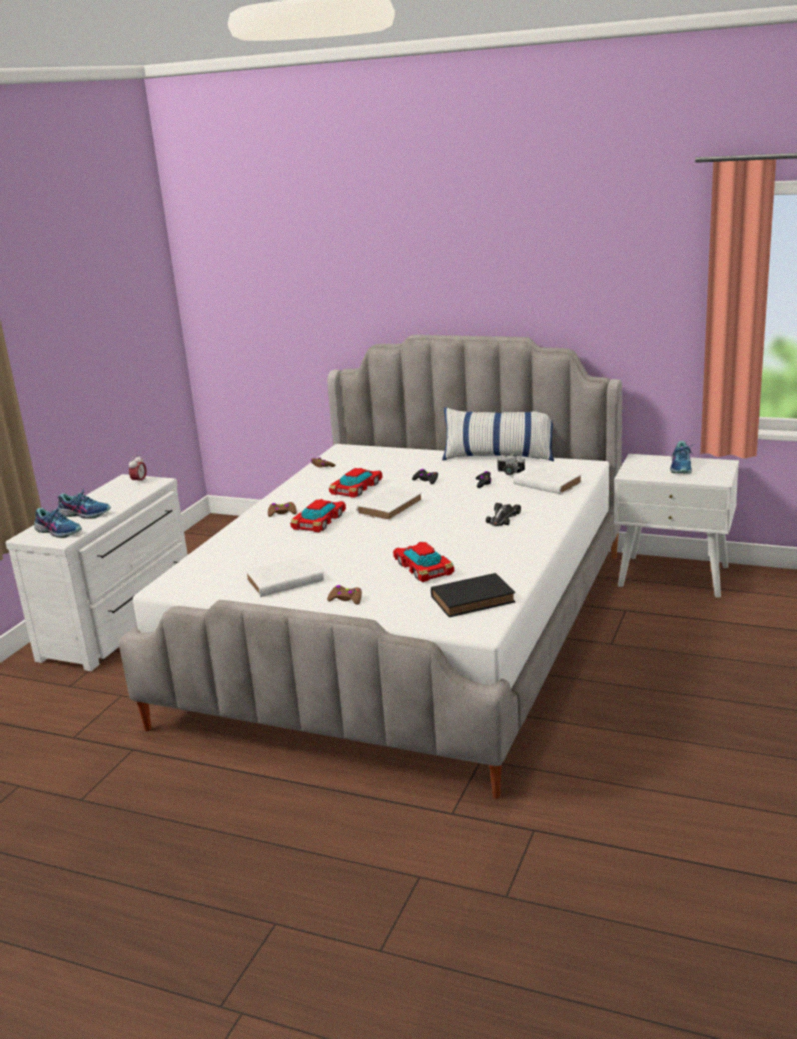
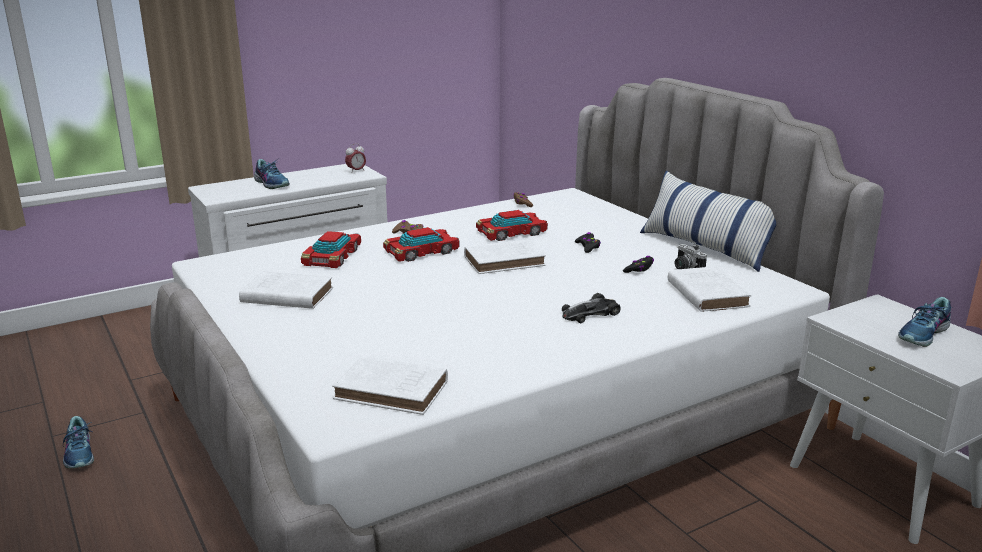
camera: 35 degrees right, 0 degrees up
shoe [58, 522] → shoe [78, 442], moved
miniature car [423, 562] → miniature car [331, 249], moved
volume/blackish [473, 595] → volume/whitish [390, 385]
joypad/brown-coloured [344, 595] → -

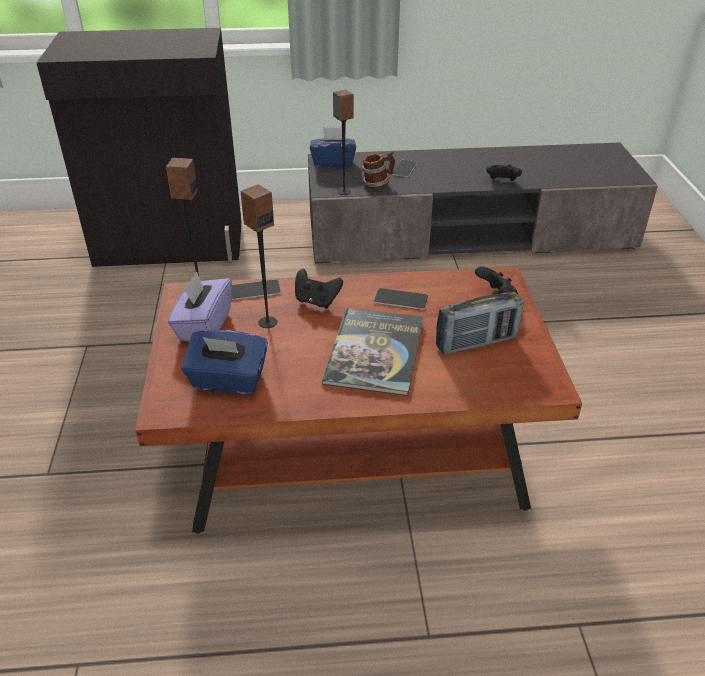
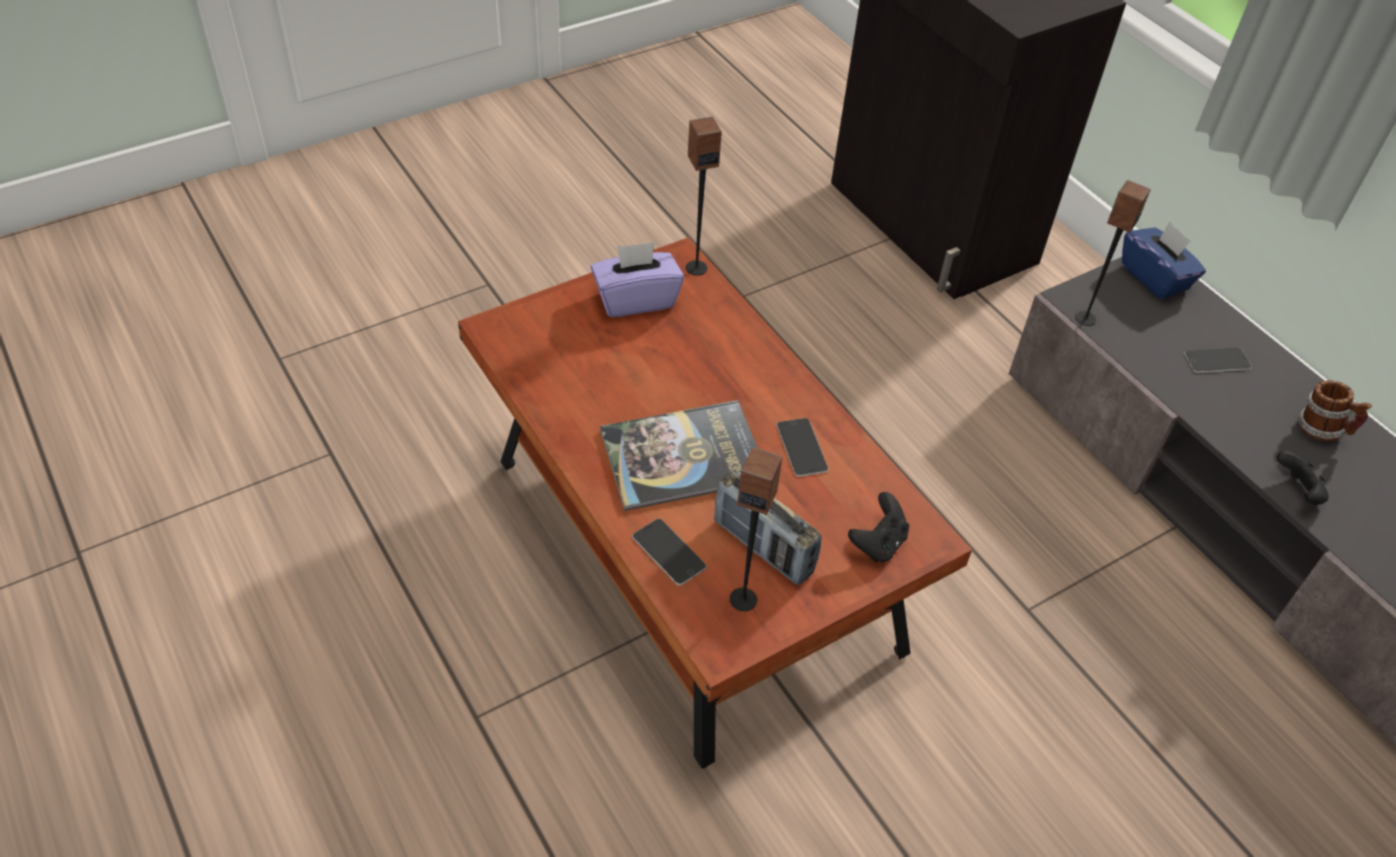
camera: 60 degrees right, 10 degrees up
telephone [256, 289] → telephone [669, 552], moved
speaker [258, 256] → speaker [756, 529], moved
tea mug [378, 170] → tea mug [1335, 410], moved
box of tissues/bluish [224, 362] → -
joypad/blackish [319, 288] → -

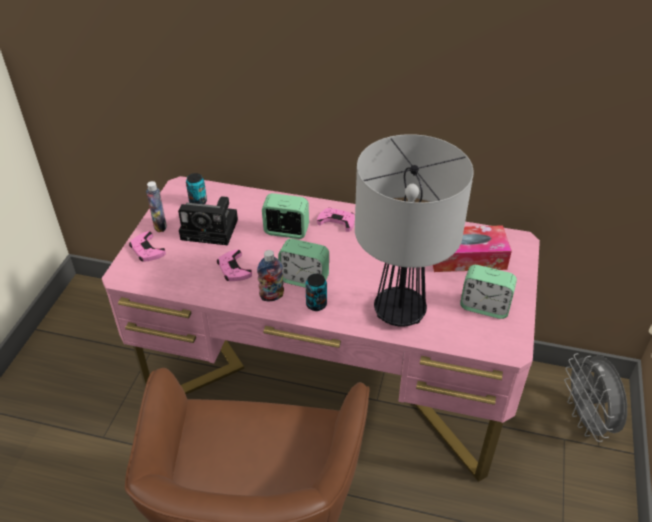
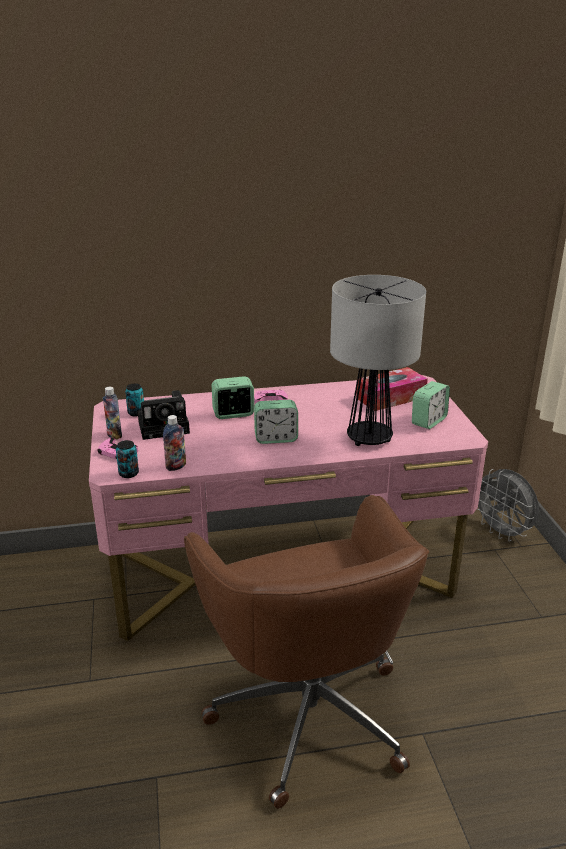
camera: 25 degrees left, 15 degrees down
sealed can [316, 292] → sealed can [127, 459], moved
drink bottle [270, 275] → drink bottle [174, 443], moved
table clock [488, 292] → table clock [431, 405], 45 degrees counterclockwise
joypad/pinkish [234, 265] → -

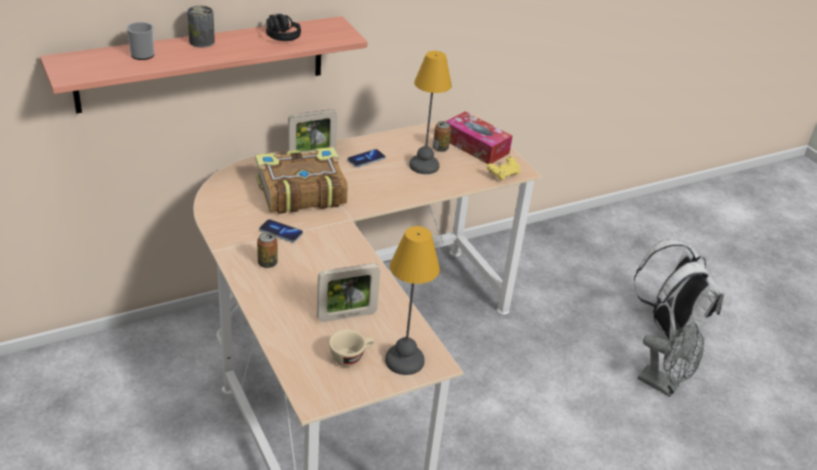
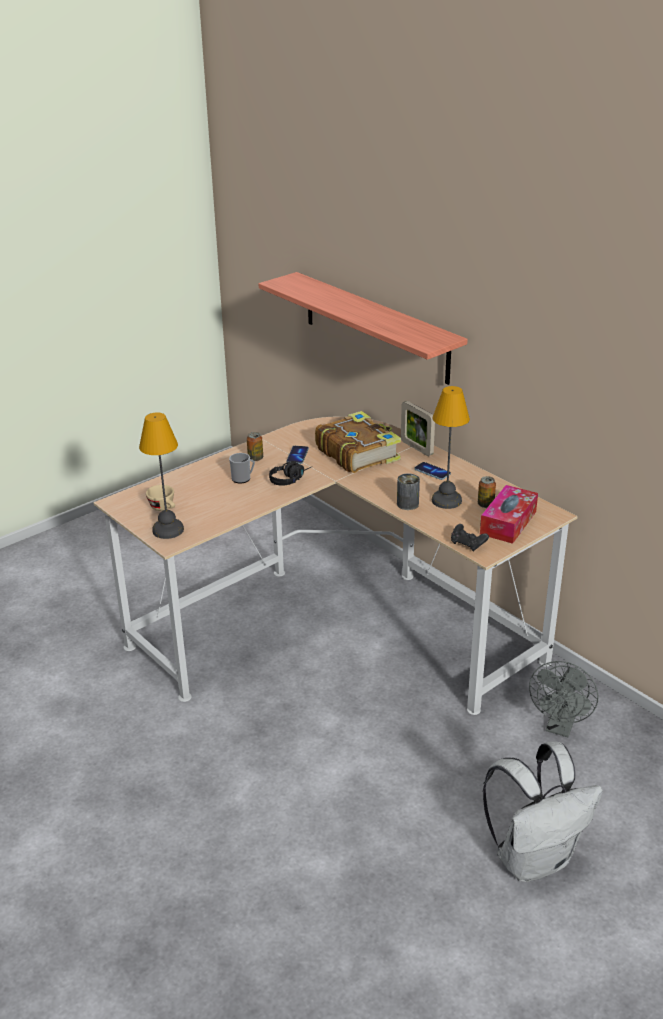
camera: 80 degrees right, 5 degrees down
tea mug [140, 41] → tea mug [242, 468], moved
headphones/blackish [283, 27] → headphones/blackish [291, 474], moved
sealed can [201, 27] → sealed can [408, 491], moved
joypad/yellowish [503, 168] → joypad/blackish [470, 537]
fan/grey [671, 360] → fan/grey [564, 699], moved
standing frame [348, 292] → -

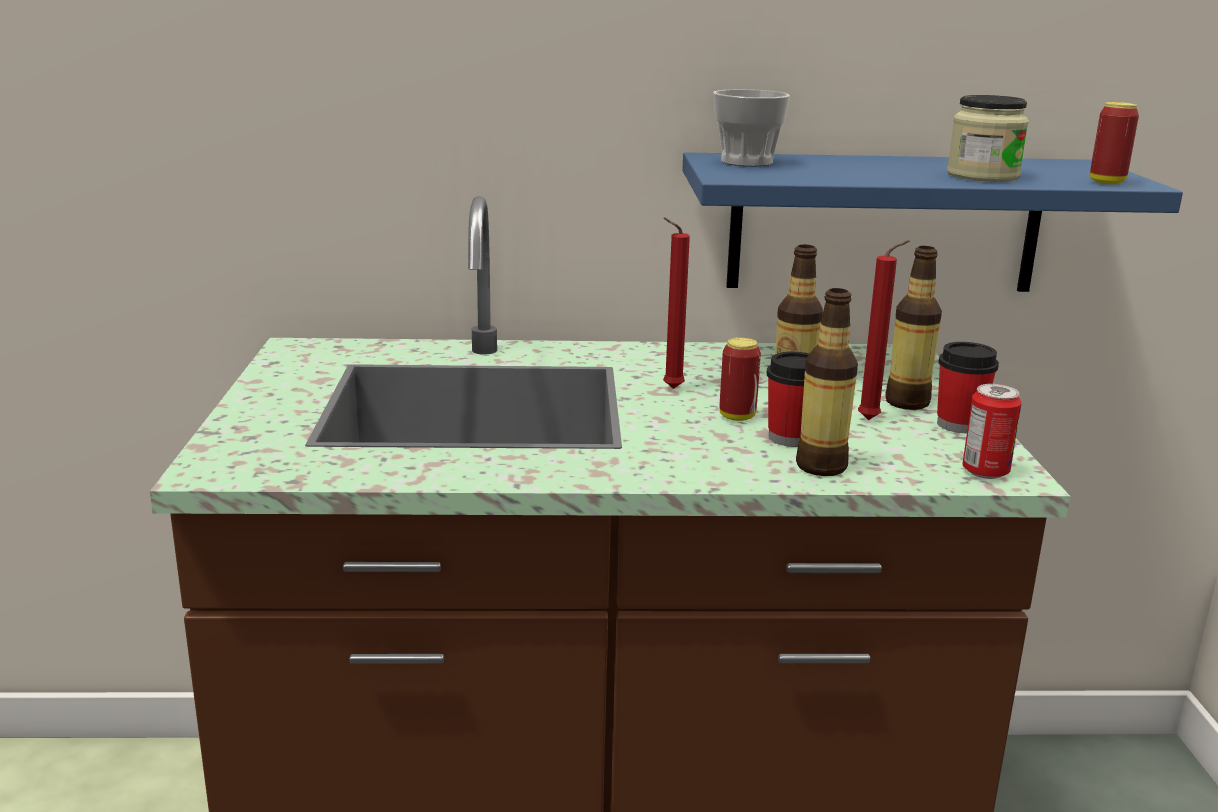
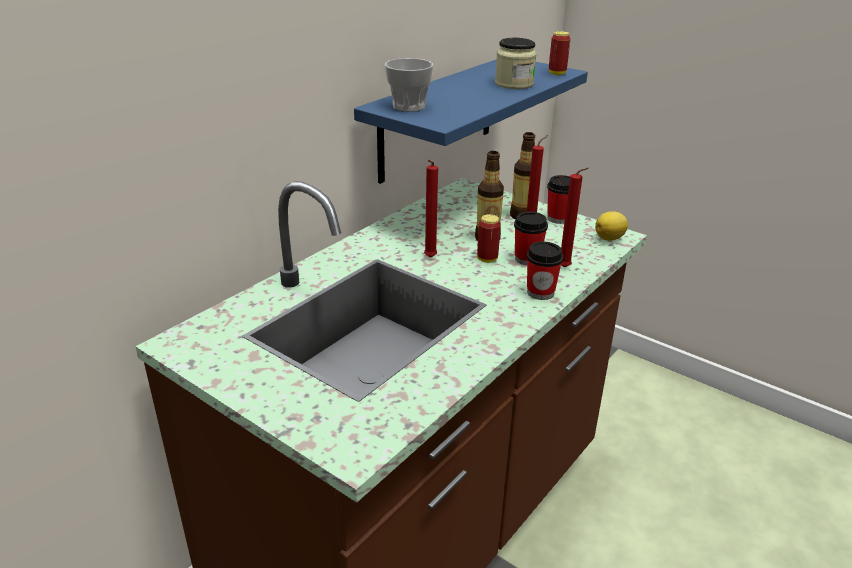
camera: 50 degrees left, 10 degrees up
- → cup [544, 271]
drink bottle [827, 382] → wax candle/reddish [575, 217]
sealed can [992, 431] → lemon [611, 226]

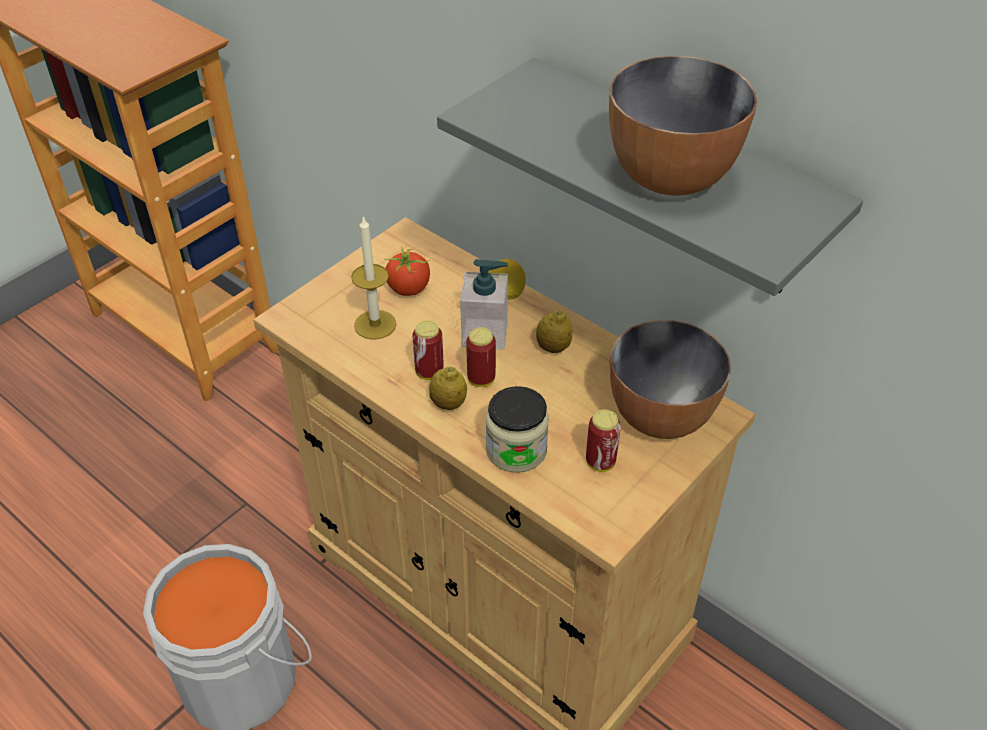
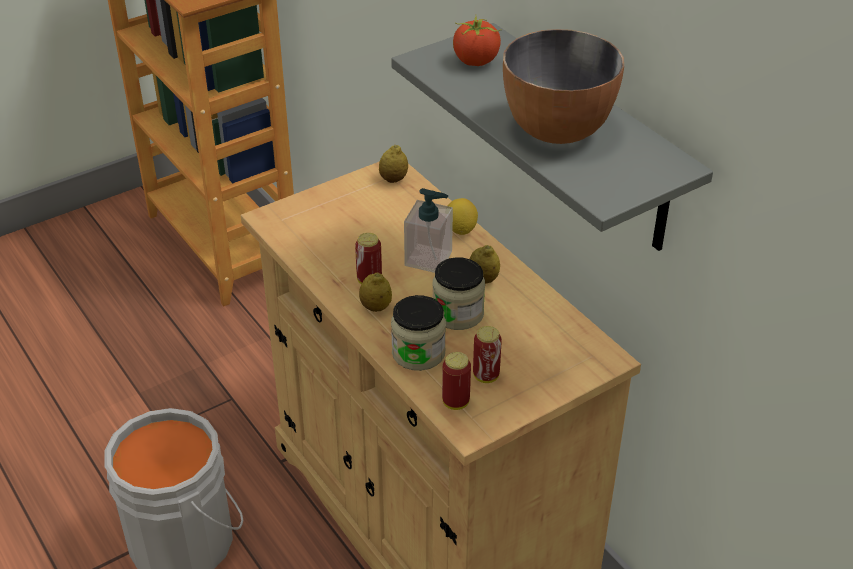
camera: 15 degrees right, 5 degrees down
- → lemon [393, 164]
- → storage jar [459, 293]
sealed can [481, 357] → sealed can [456, 381], moved
whole tomato [407, 271] → whole tomato [477, 41], moved
wax candle [373, 278] → -
bowl [670, 379] → -

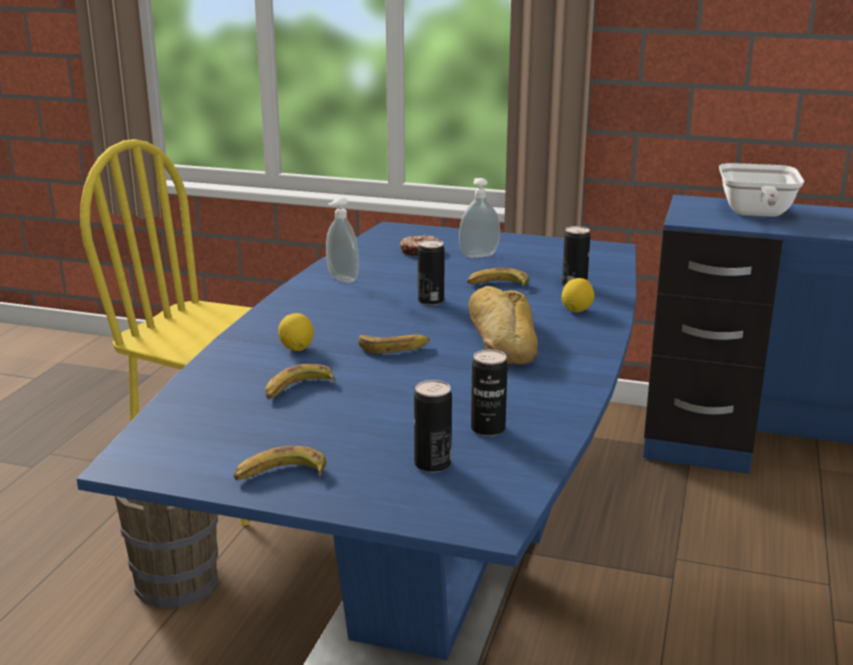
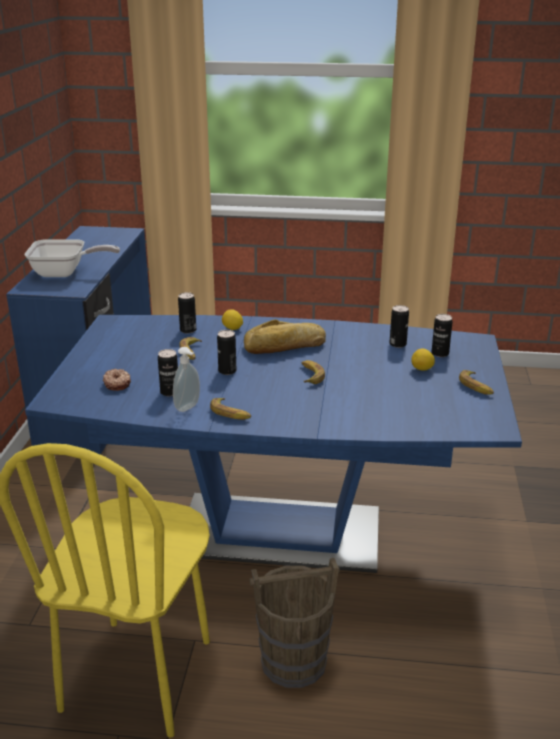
camera: 100 degrees left, 5 degrees up
- → sealed can [168, 372]
banana [300, 381] → banana [230, 409], moved
lemon [296, 332] → lemon [423, 359], moved
soap bottle [479, 218] → -

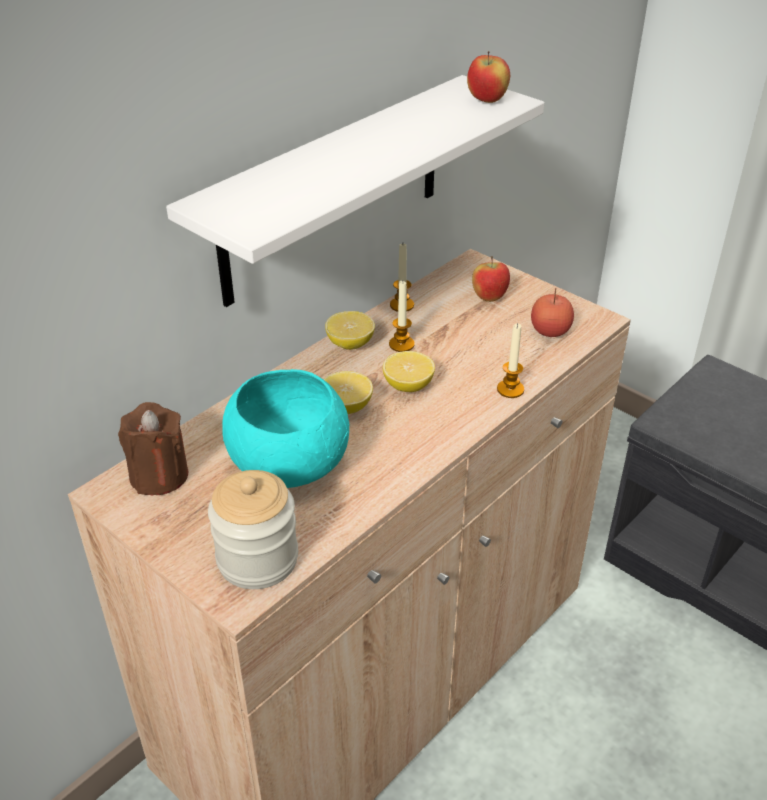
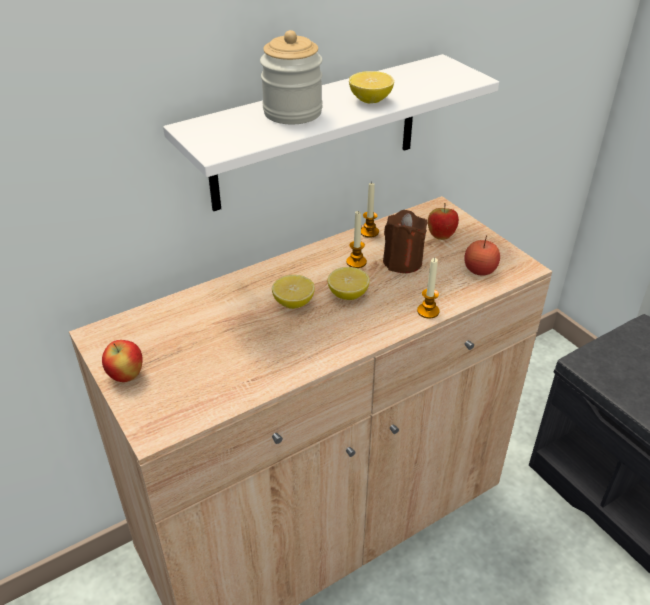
camera: 15 degrees right, 0 degrees up
whole apple [488, 77] → whole apple [122, 361], moved
storage jar [253, 529] → storage jar [291, 77], moved
lemon [350, 330] → lemon [371, 87], moved
wax candle/brown-coloured [153, 448] → wax candle/brown-coloured [405, 241], moved
bowl/blue-green [285, 428] → -

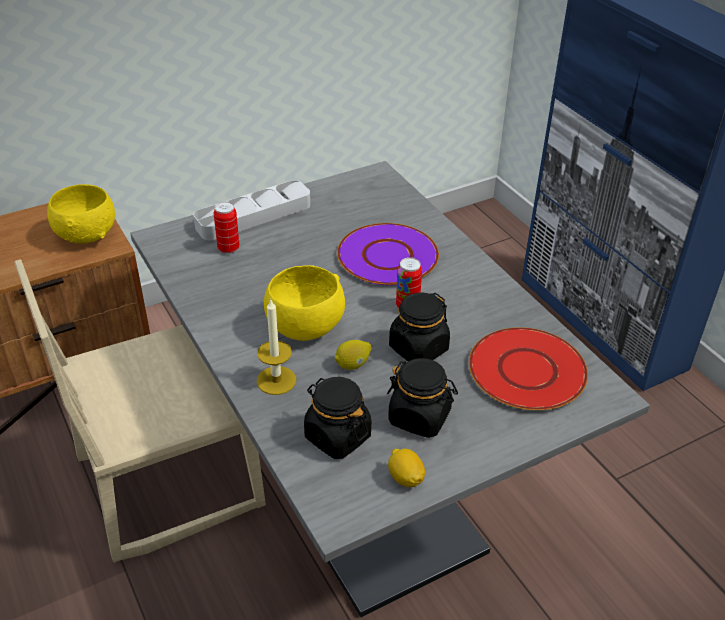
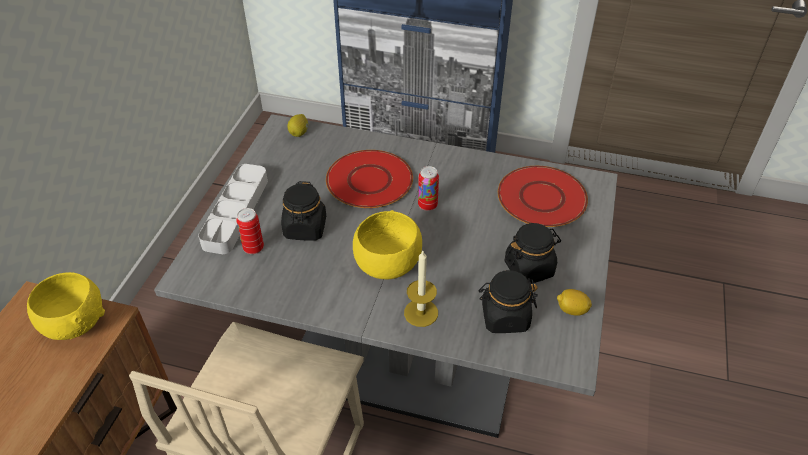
camera: 45 degrees left, 5 degrees up
storage jar/blackish [419, 327] → storage jar/blackish [303, 211], moved
lemon [353, 355] → lemon [297, 125], moved
plate/purple [388, 254] → plate/reddish [369, 179]

